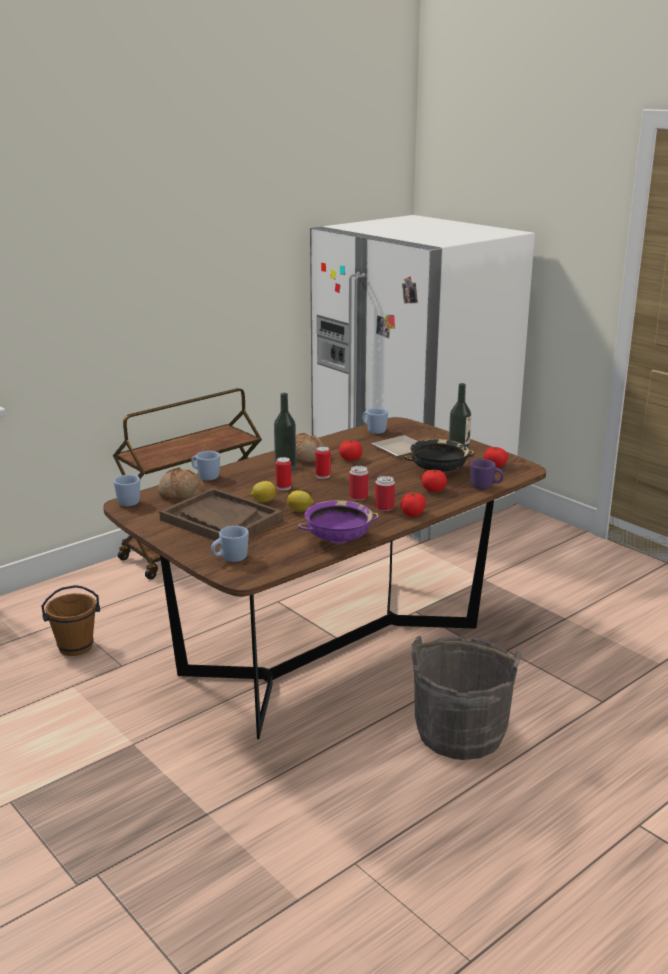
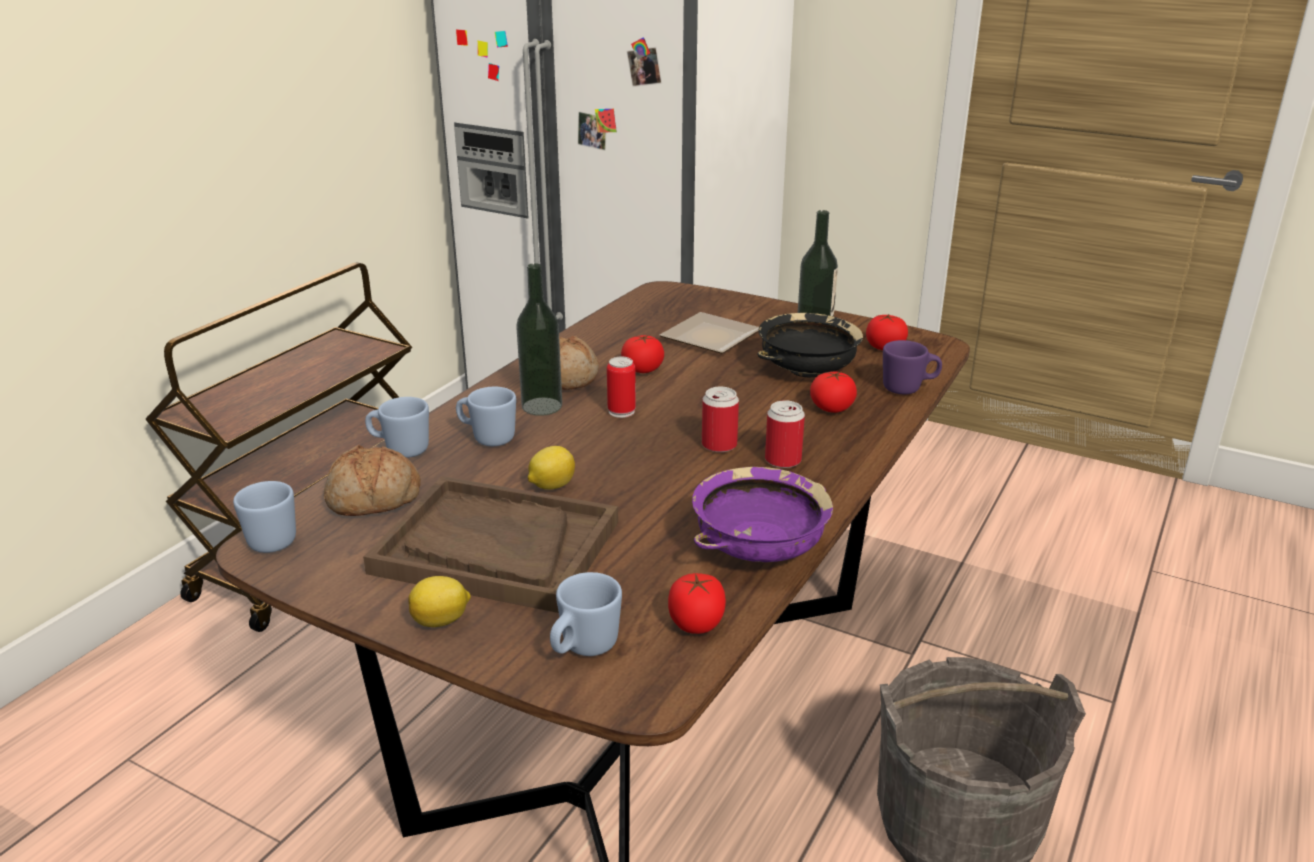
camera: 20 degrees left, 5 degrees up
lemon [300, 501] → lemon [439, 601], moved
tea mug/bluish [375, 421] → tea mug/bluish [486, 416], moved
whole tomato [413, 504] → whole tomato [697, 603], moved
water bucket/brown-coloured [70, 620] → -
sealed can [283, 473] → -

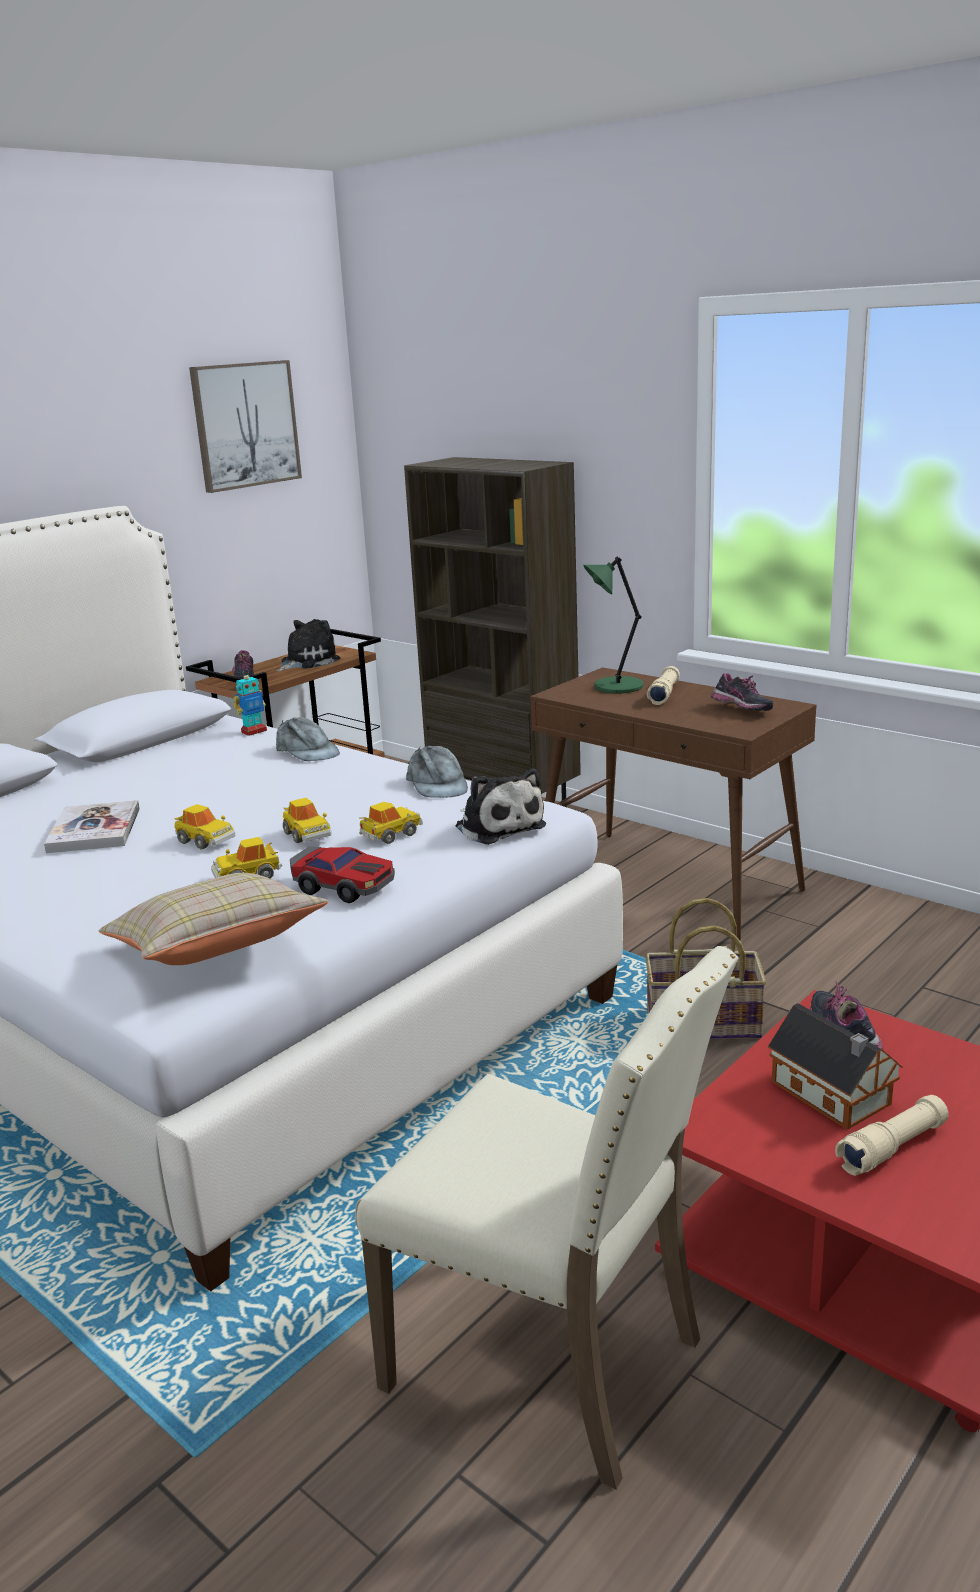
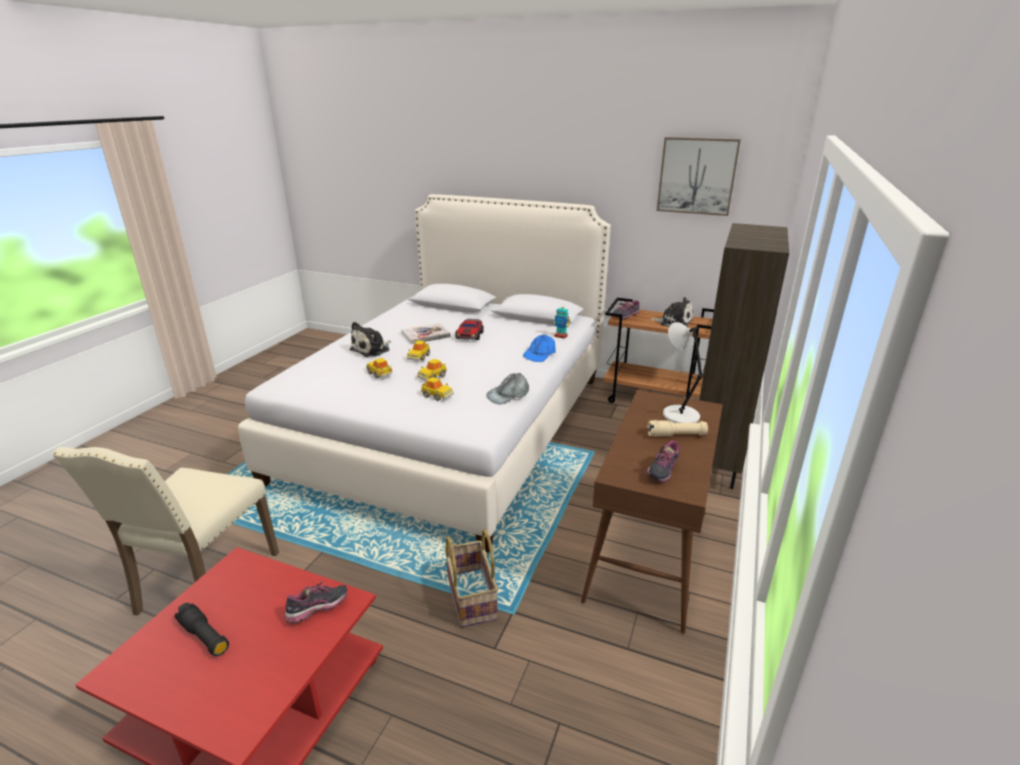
camera: 70 degrees right, 5 degrees up
hand torch/sand-coloured [892, 1135] → hand torch/blackish [202, 629]
plush toy [501, 806] → plush toy [370, 339], moved
miniature car [342, 875] → miniature car [469, 329], moved
baseball cap/grey [308, 739] → baseball cap/bluish [539, 348]
table lamp/green-coloured [613, 625] → table lamp/grey [683, 372]
throw pillow/sand-coloured [213, 919] → -
model house [835, 1066] → -

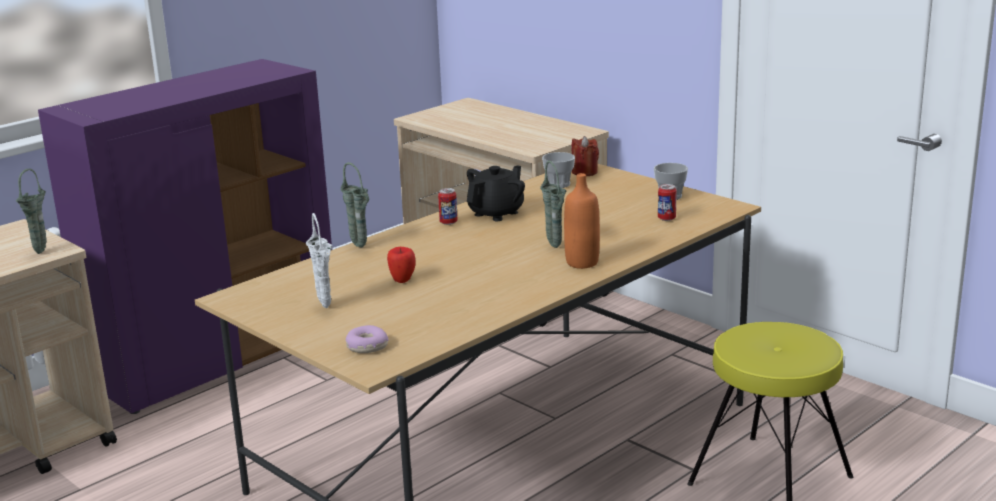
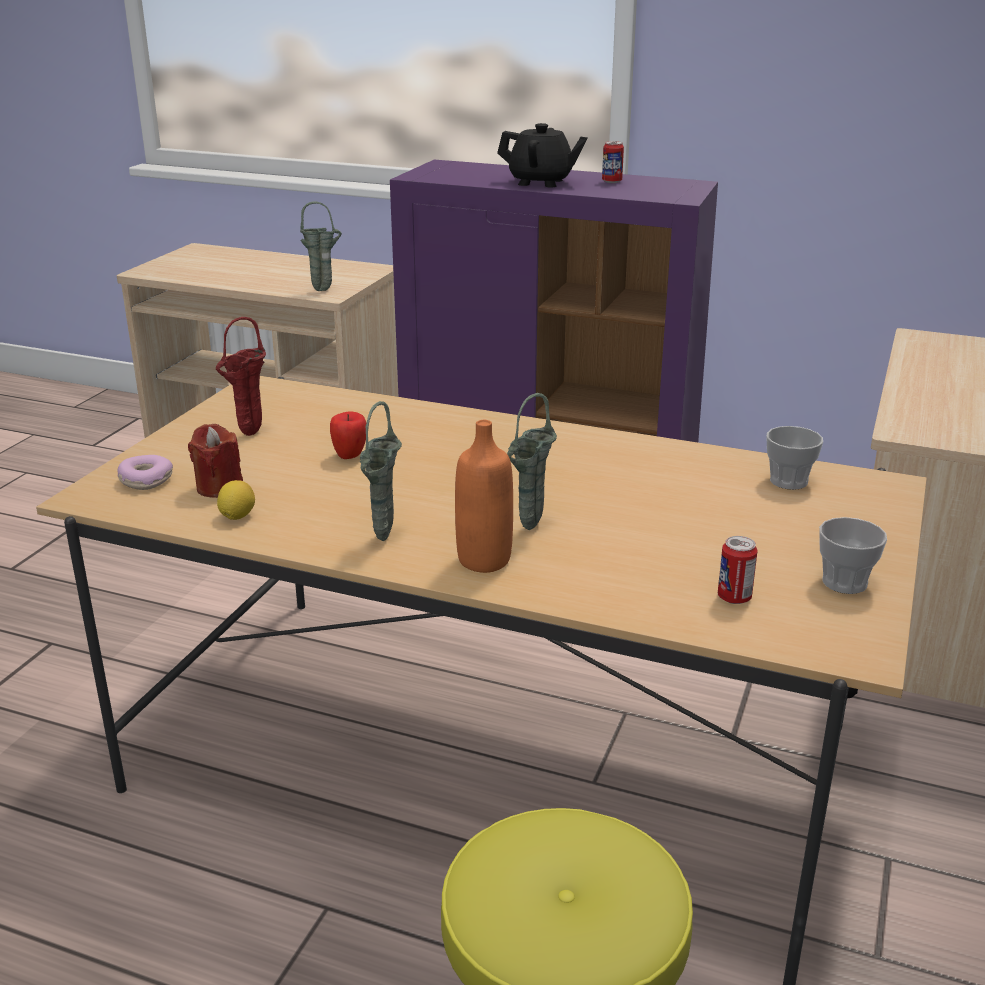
camera: 65 degrees right, 5 degrees up
wax candle/reddish [585, 156] → wax candle/reddish [215, 461], moved
vase/whitish [319, 260] → vase/reddish [241, 376]
- → lemon [236, 500]
vase/green-coloured [354, 205] → vase/green-coloured [381, 471], moved
teapot/blackish [496, 193] → teapot/blackish [542, 155], moved
sealed can [448, 206] → sealed can [613, 162], moved

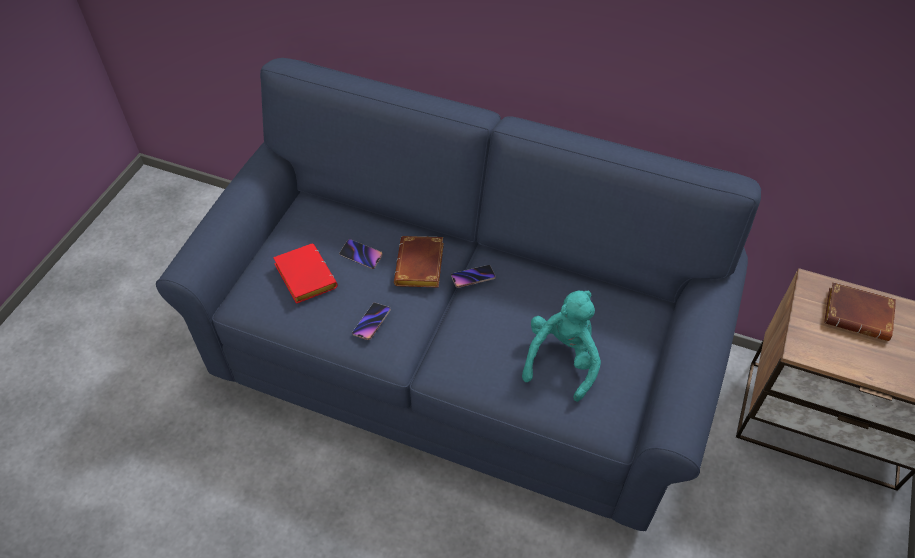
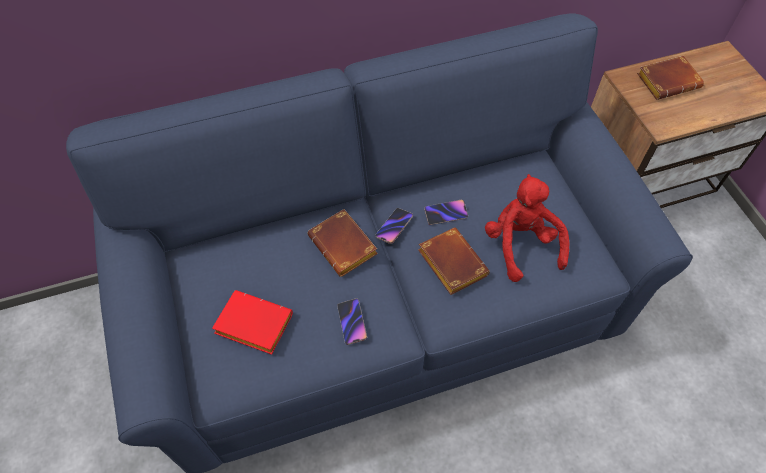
camera: 40 degrees left, 5 degrees up
- → volume/brown-coloured [454, 261]
telephone [361, 254] → telephone [446, 212], moved
plush toy/blue-green [561, 346] → plush toy/reddish [527, 228]

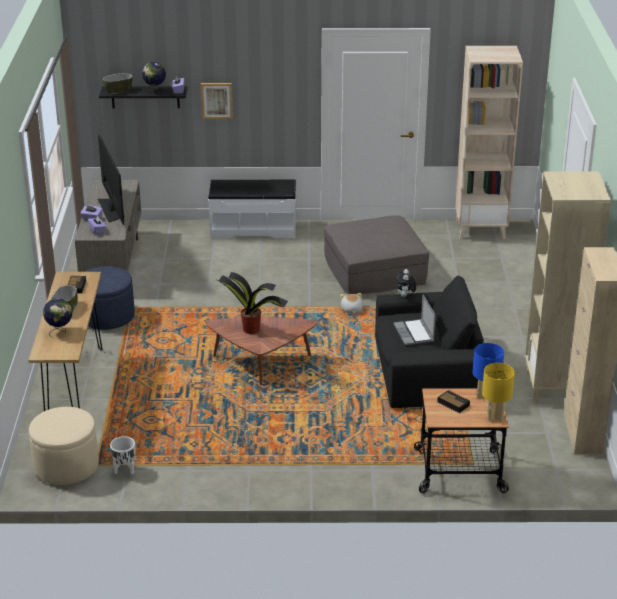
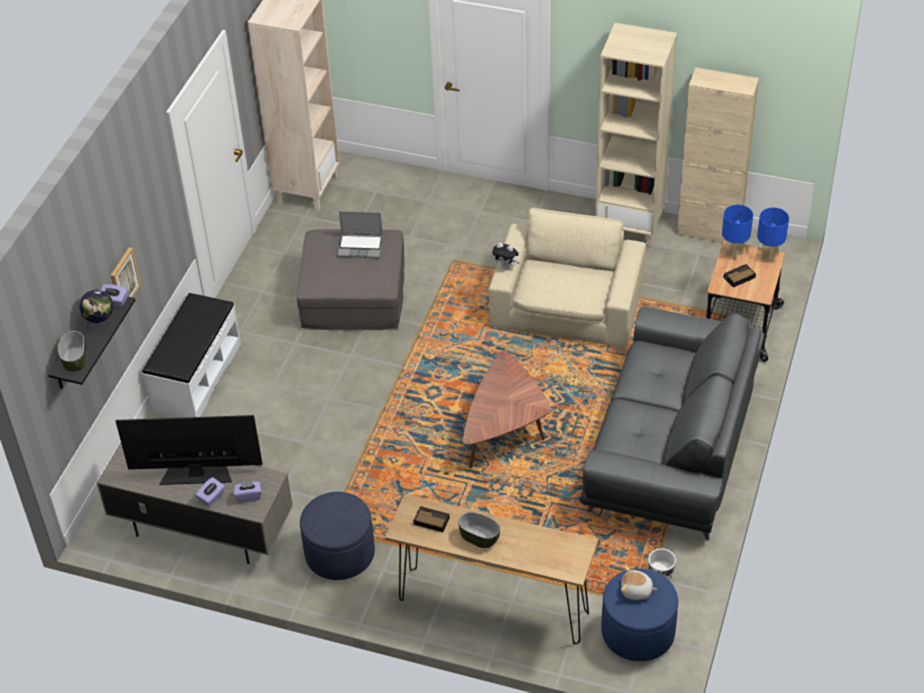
camera: 70 degrees left, 15 degrees up
portable computer [414, 319] → portable computer [360, 234], moved
armchair/blackish [429, 342] → armchair/sand-coloured [567, 278]
- → settee/grey [671, 423]
footrest/sand-coloured [64, 446] → footrest/bluish [640, 615]
plush toy [351, 303] → plush toy [639, 583], moved
table lamp/yellowish [498, 392] → table lamp/bluish [773, 235]
globe [57, 318] → -
potted plant [253, 303] → -

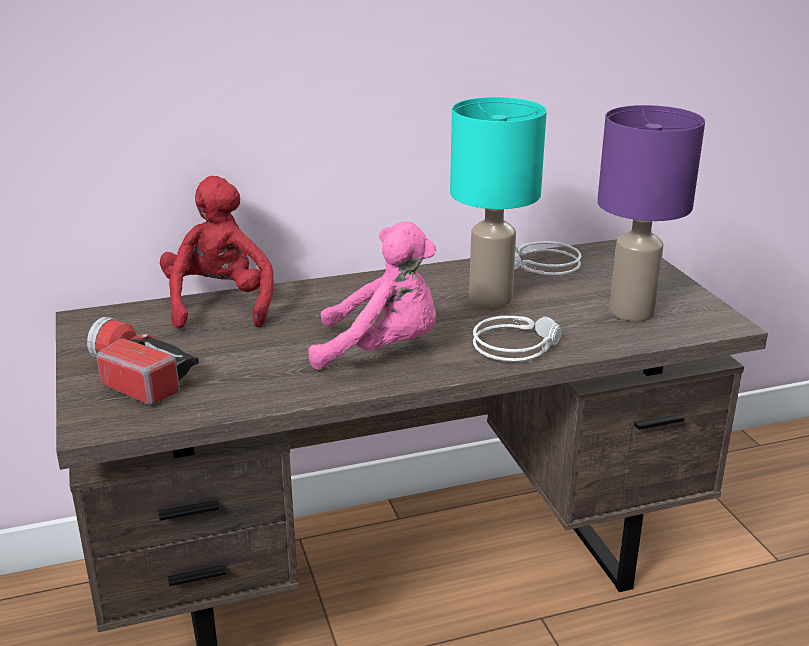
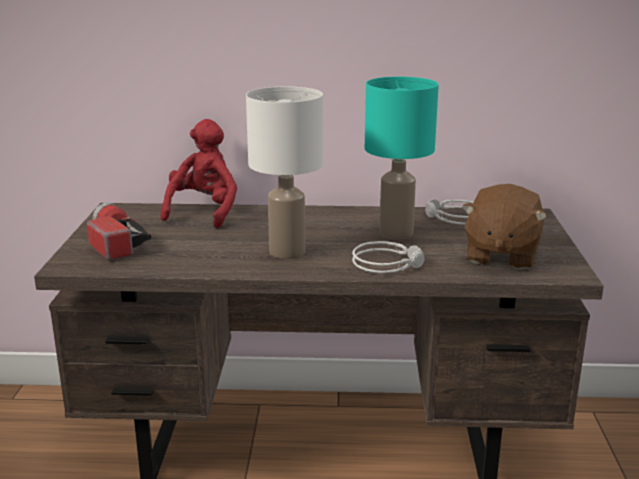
camera: 20 degrees right, 5 degrees down
plush toy/pinkish [372, 296] → table lamp/whitish [284, 173]
table lamp/purple [651, 213] → plush toy/brown-coloured [505, 227]

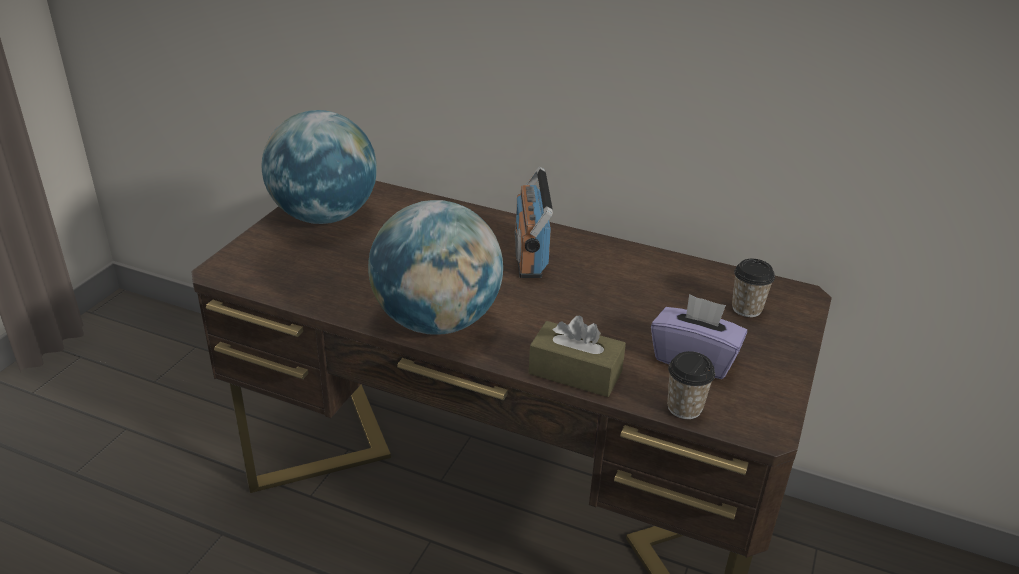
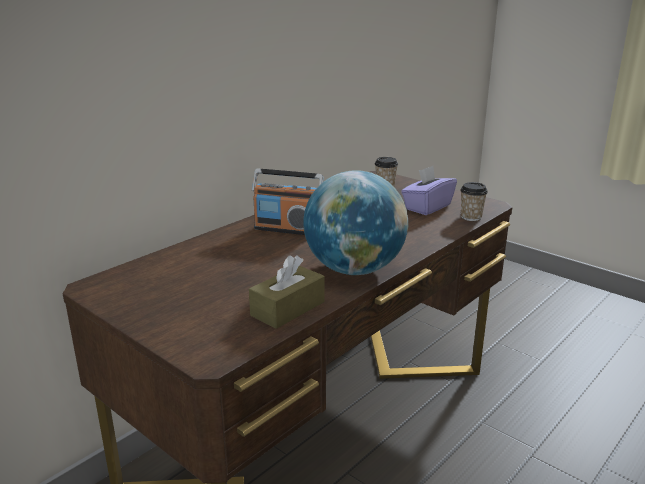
camera: 70 degrees left, 10 degrees down
box of tissues/brown-coloured [577, 356] → box of tissues/brown-coloured [286, 292], moved
globe [319, 167] → -

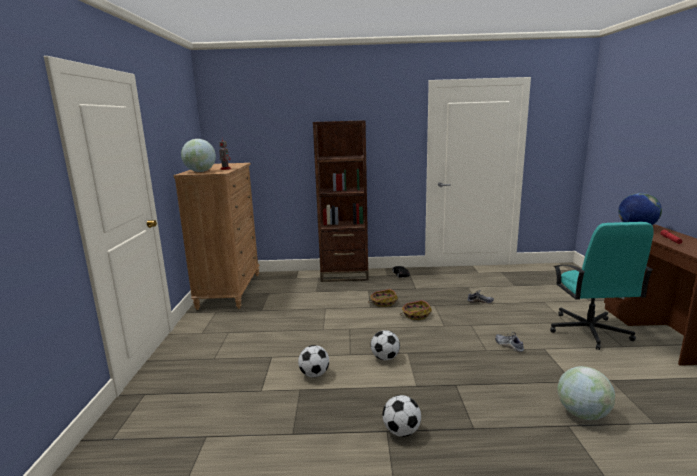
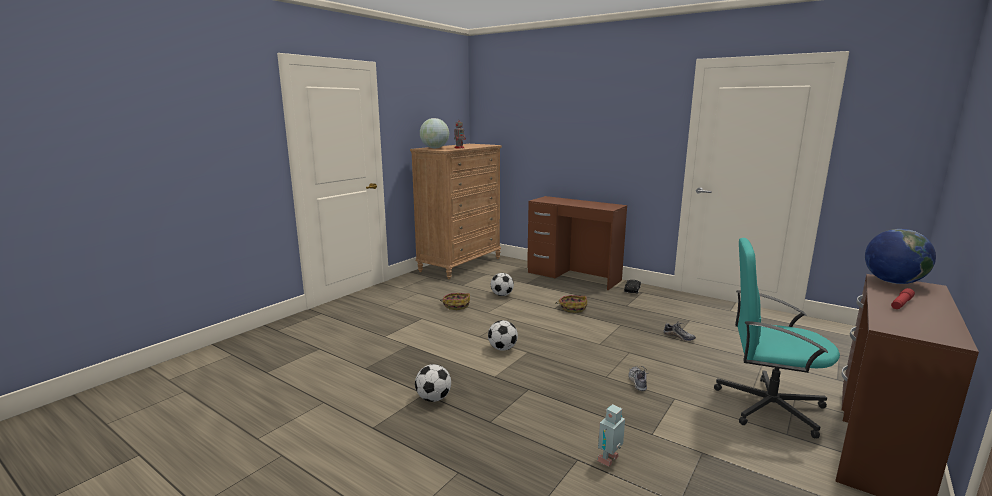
camera: 35 degrees right, 0 degrees up
basket [416, 310] → basket [455, 301], moved
football [313, 361] → football [502, 284], moved
bookshelf/brown-coloured [341, 201] → desk unit/brown-coloured [577, 243]
globe [586, 393] → toy robot [611, 435]
desk chair/blue-green [601, 286] → desk chair/blue-green [777, 338], 75 degrees clockwise

